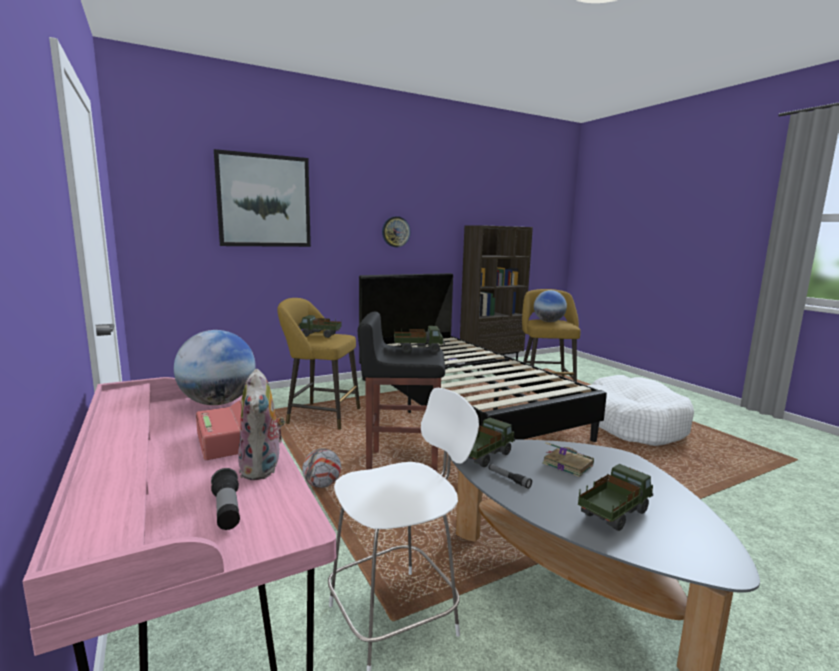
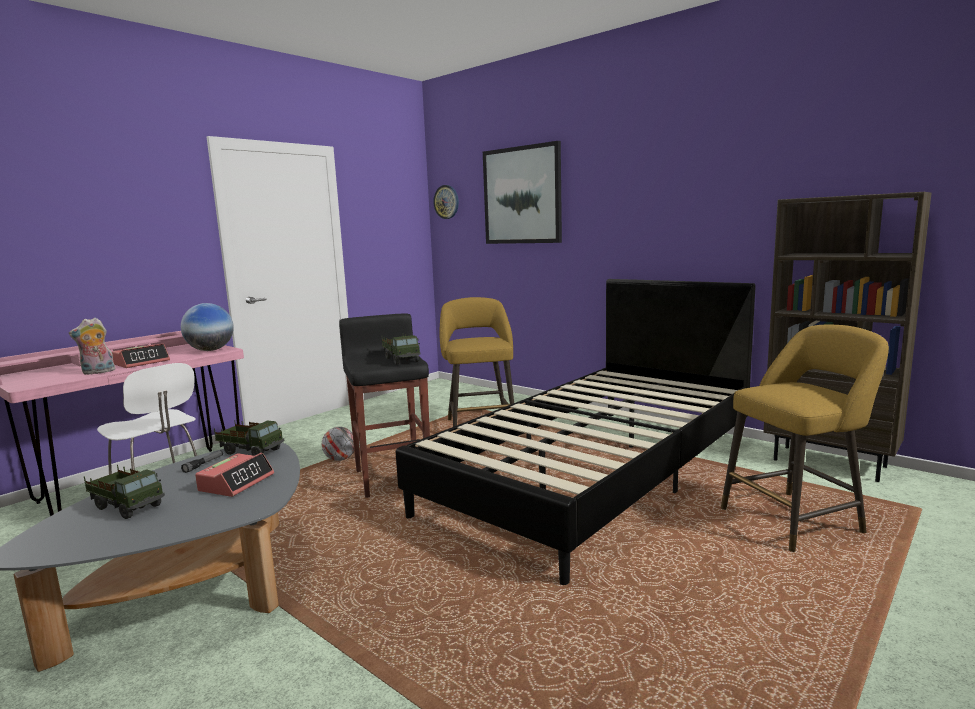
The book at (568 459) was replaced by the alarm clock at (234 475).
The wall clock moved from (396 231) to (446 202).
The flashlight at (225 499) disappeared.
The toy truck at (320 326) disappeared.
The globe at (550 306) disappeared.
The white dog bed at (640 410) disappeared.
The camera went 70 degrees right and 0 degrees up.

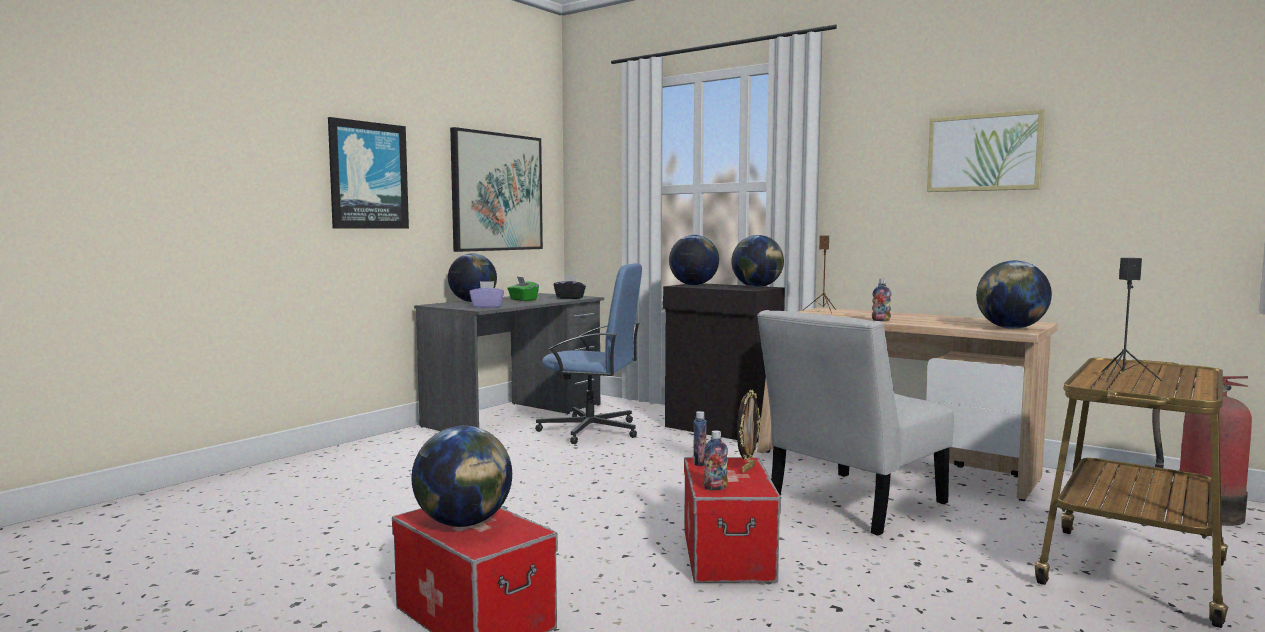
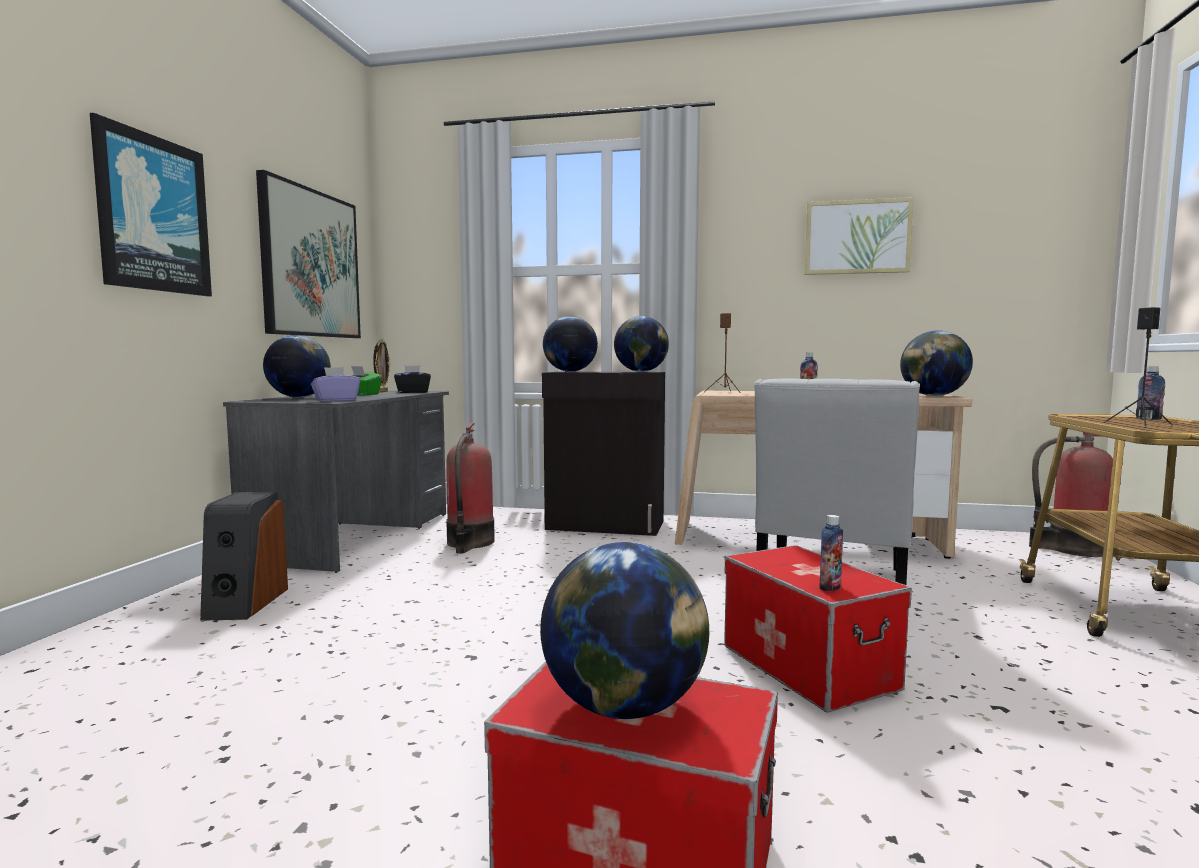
The speaker at (244 556) appeared.
The picture frame moved from (749 431) to (382 365).
The blue office chair at (588 353) was replaced by the fire extinguisher at (470 488).
The bottle moved from (700 438) to (1150 393).
The camera went 25 degrees left and 0 degrees up.

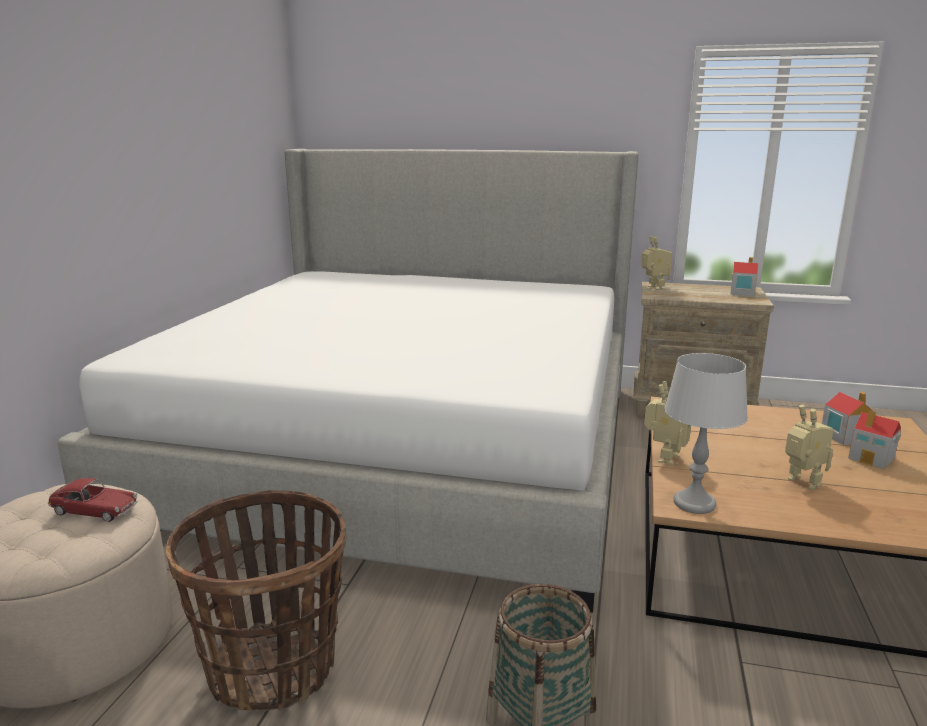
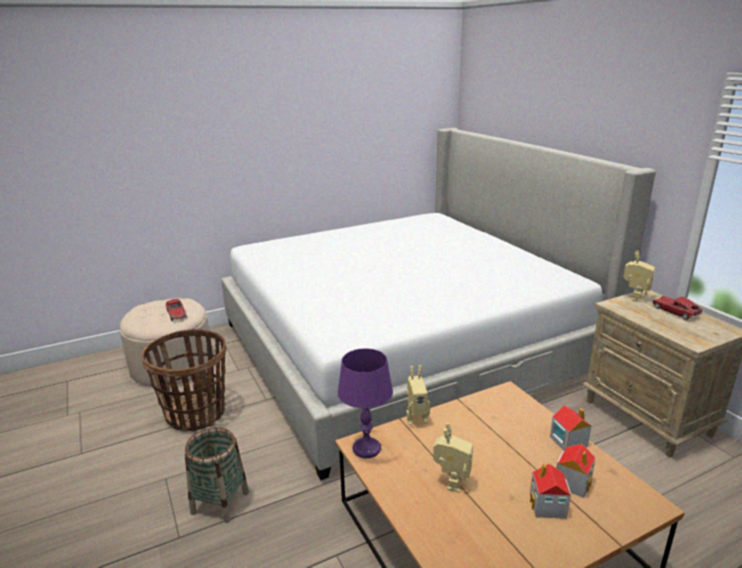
The grey table lamp at (706 433) became the purple table lamp at (365 403).
The toy house moved from (744 276) to (570 428).
The toy car at (677 308) appeared.
The camera went 50 degrees right and 5 degrees up.

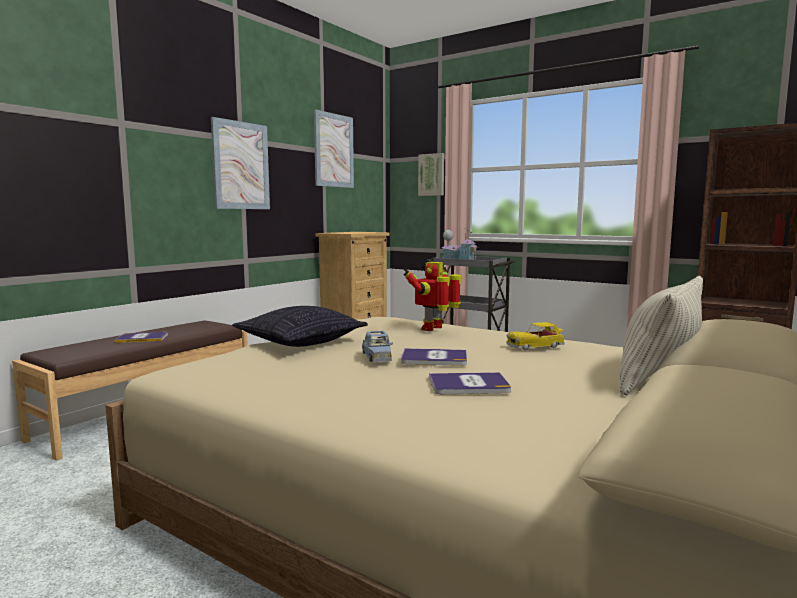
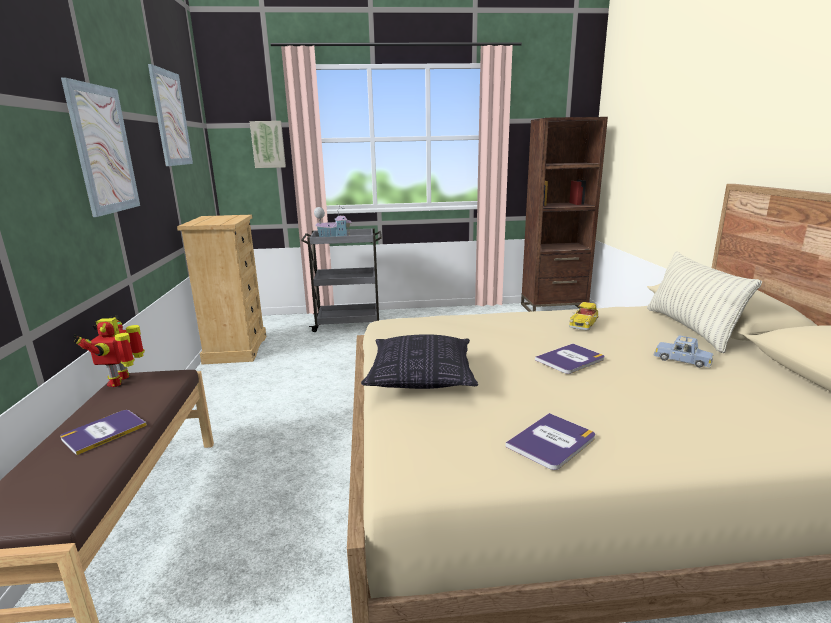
The toy robot moved from (432 296) to (109 351).
The book moved from (470 383) to (550 441).
The blue toy car moved from (377 346) to (683 351).
The camera went 40 degrees left and 10 degrees up.

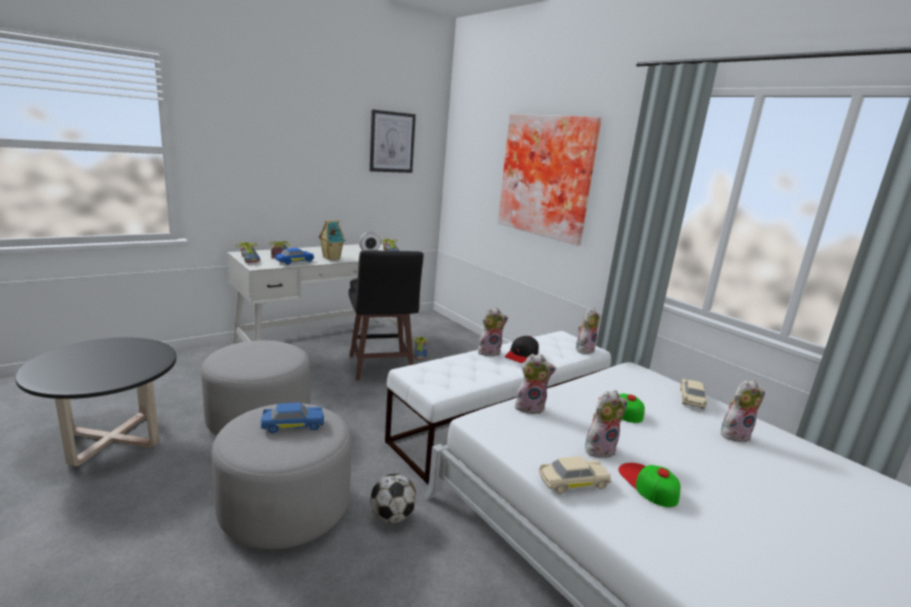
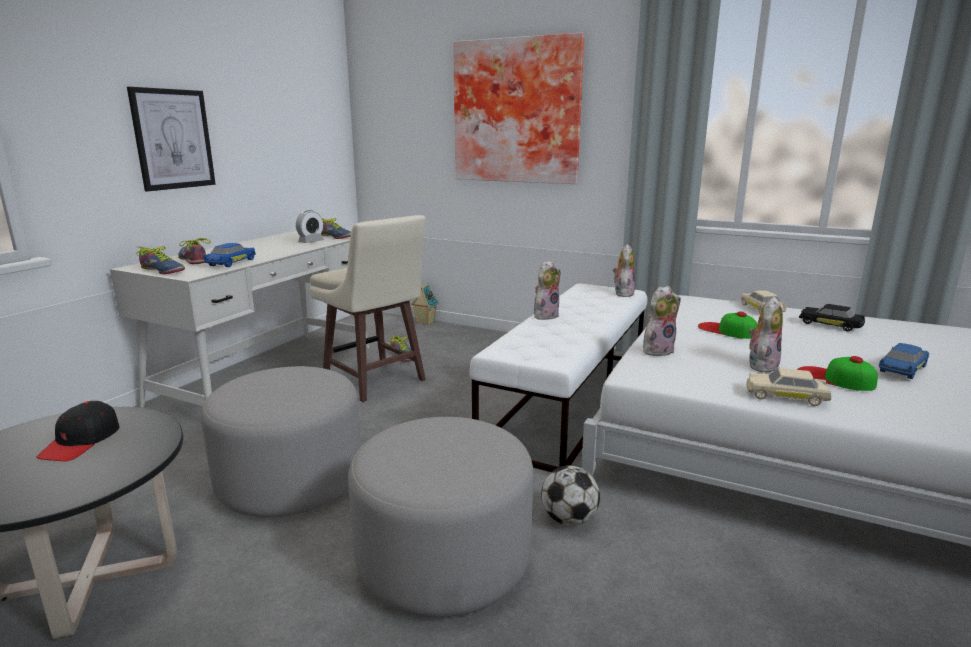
The black cap moved from (522 349) to (78 431).
The picture moved from (393 141) to (171 139).
The black stool at (386 315) became the beige stool at (368 308).
The toy house moved from (331 240) to (425 304).
The beige toy car at (575 475) turned 120 degrees counterclockwise.
The plush toy at (743 411) was replaced by the black toy car at (832 318).
The blue toy car moved from (292 418) to (904 361).
The camera went 25 degrees left and 0 degrees up.

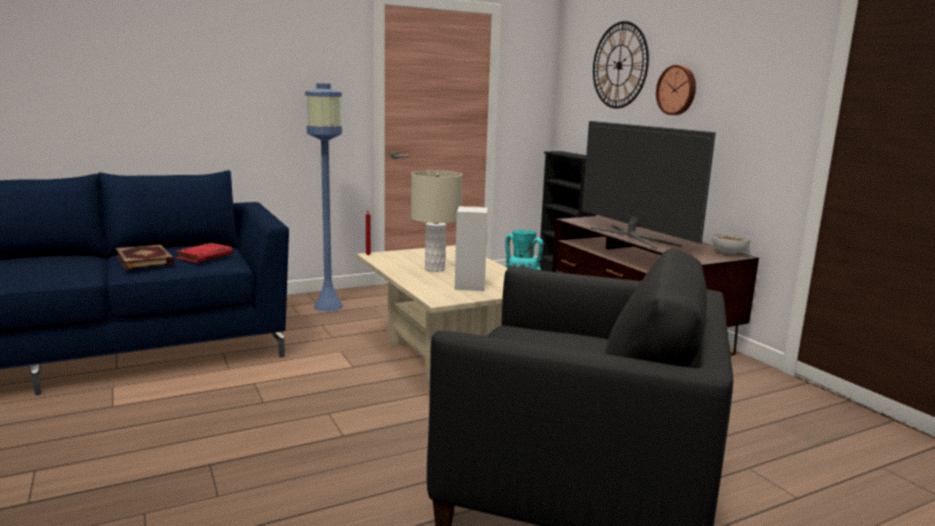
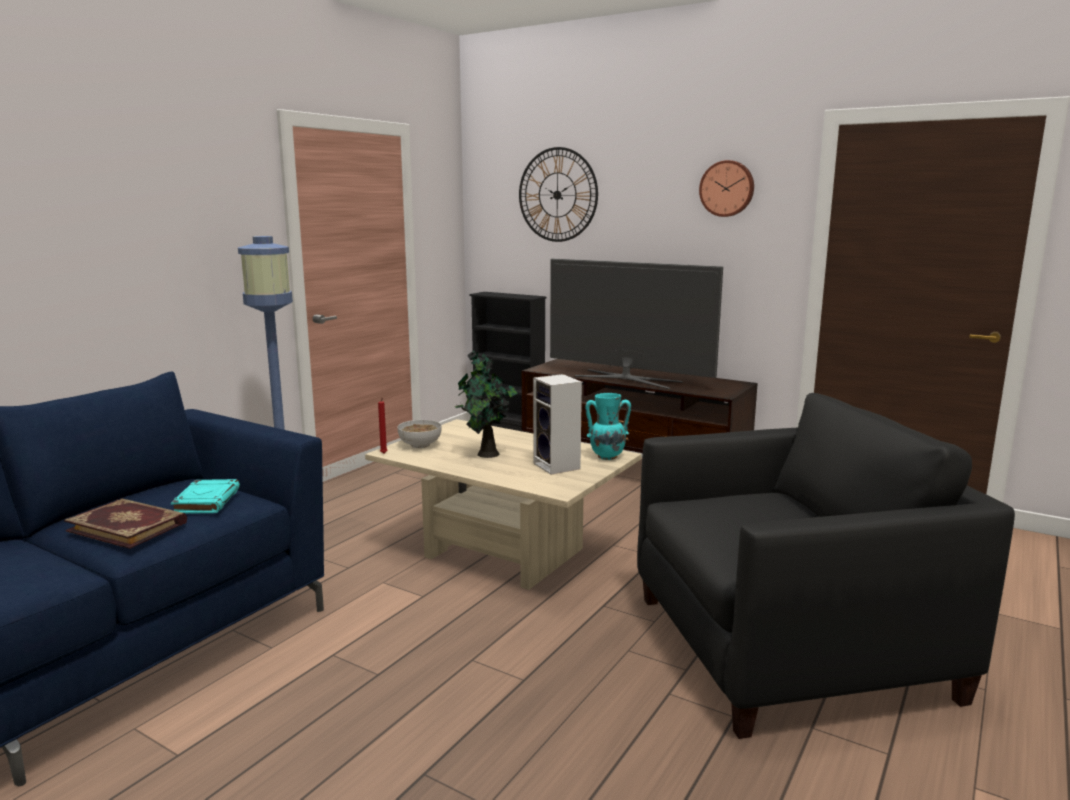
The red book at (204 253) became the turquoise book at (205 496).
The bowl moved from (731 244) to (419 434).
The beige table lamp at (437 221) was replaced by the potted plant at (486 404).
The wall clock moved from (676 90) to (726 188).
The camera went 30 degrees left and 0 degrees up.

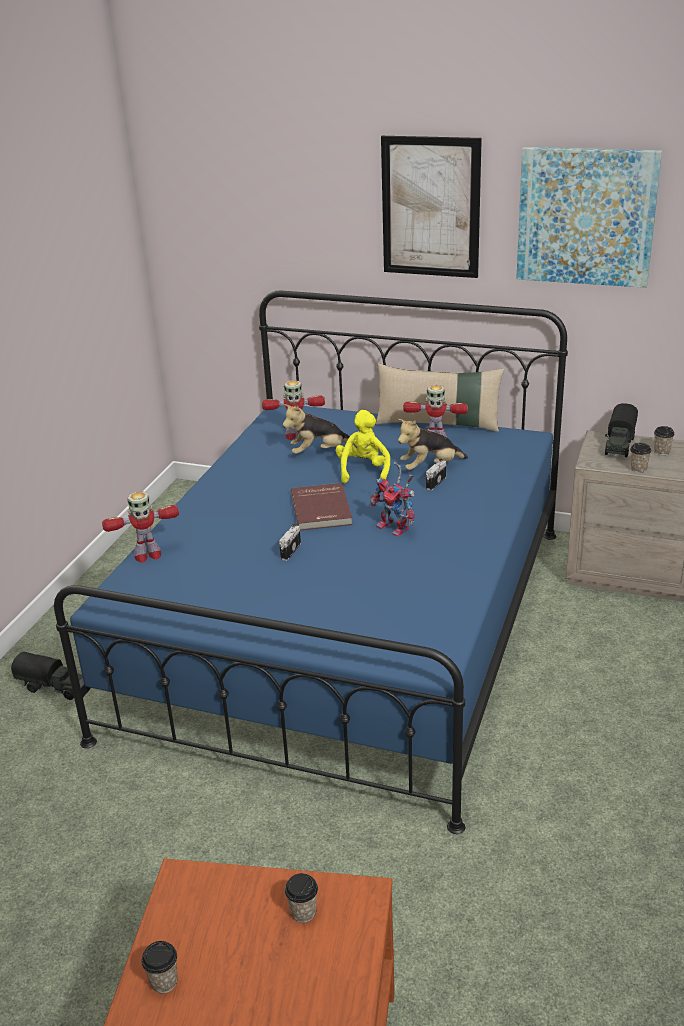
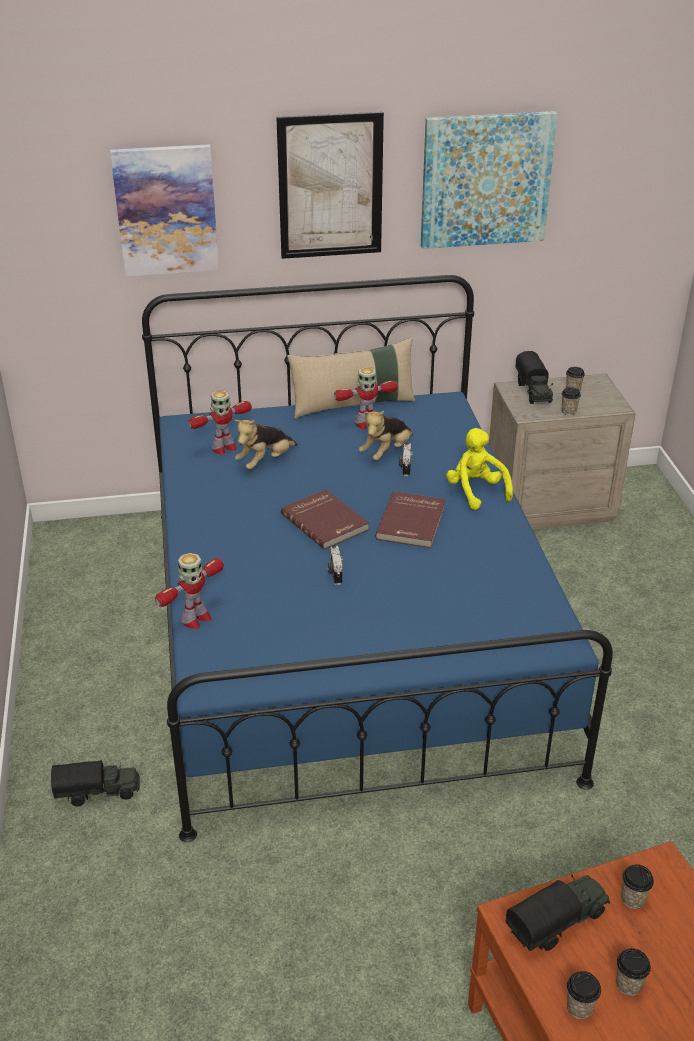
The picture at (164 210) appeared.
The toy robot at (392 499) was replaced by the red book at (410 519).
The yellow plush toy moved from (363 446) to (479 469).
The toy truck at (557 912) appeared.
The cup at (633 972) appeared.
The camera went 30 degrees left and 5 degrees up.

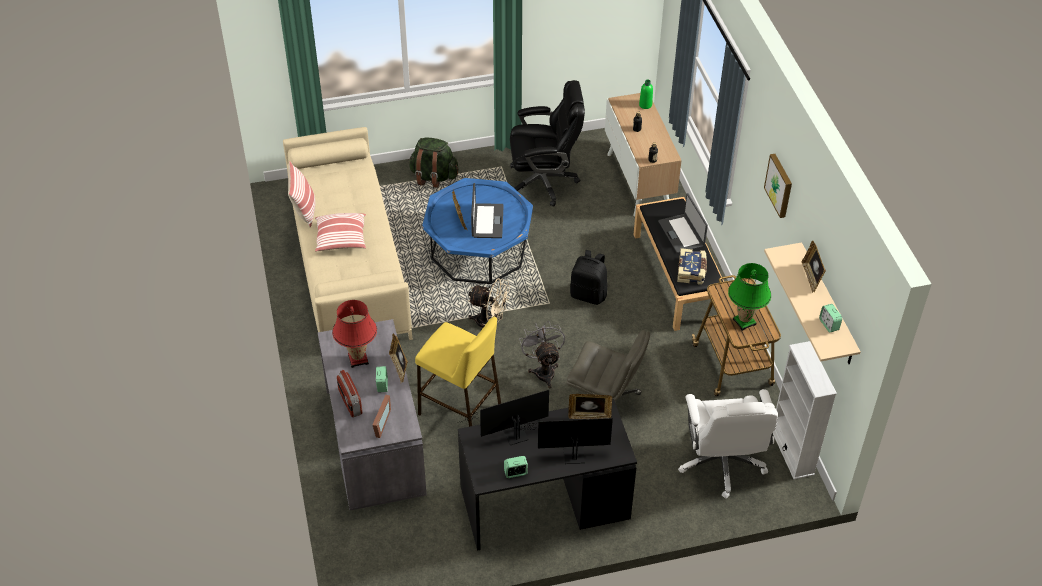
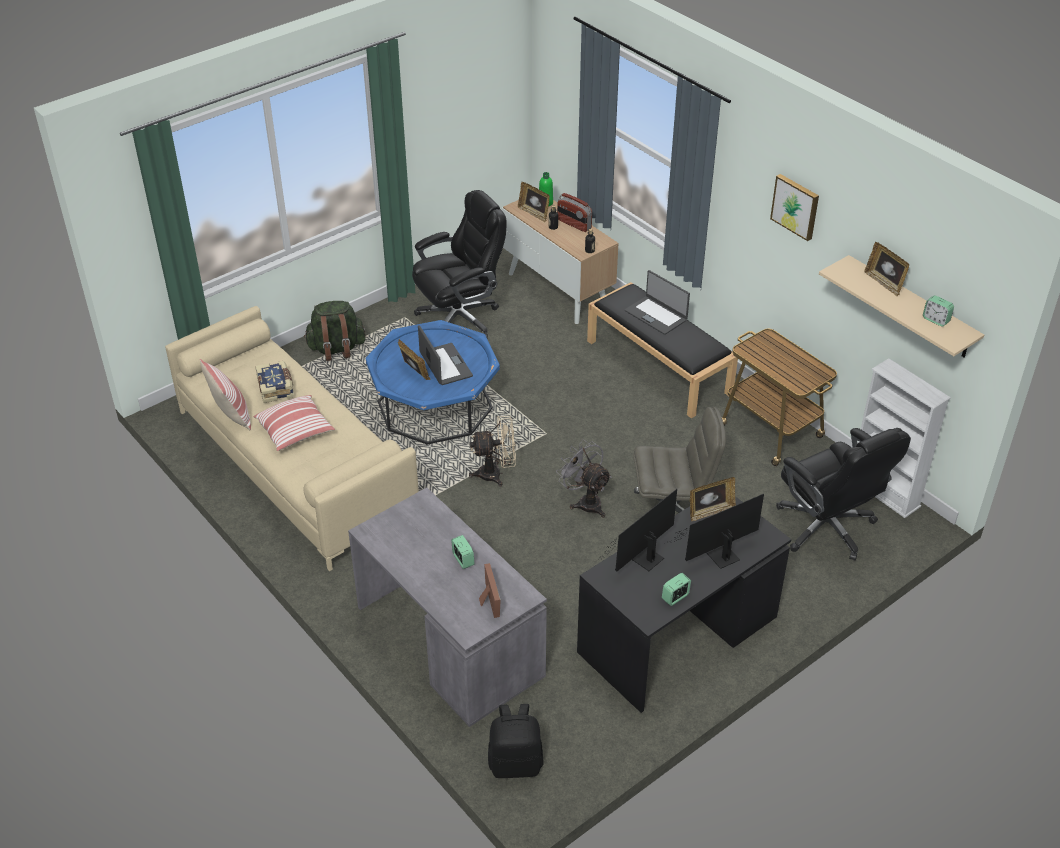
The book moved from (692 266) to (274 382).
The black backpack moved from (588 277) to (516 741).
The picture frame moved from (398 358) to (534 202).
The radio moved from (349 393) to (574 212).
The white office chair at (728 444) became the black office chair at (843 494).
The red table lamp at (354 334) disappeared.
The yellow stool at (458 372) disappeared.
The green table lamp at (749 297) disappeared.
The camera went 25 degrees left and 5 degrees down.

